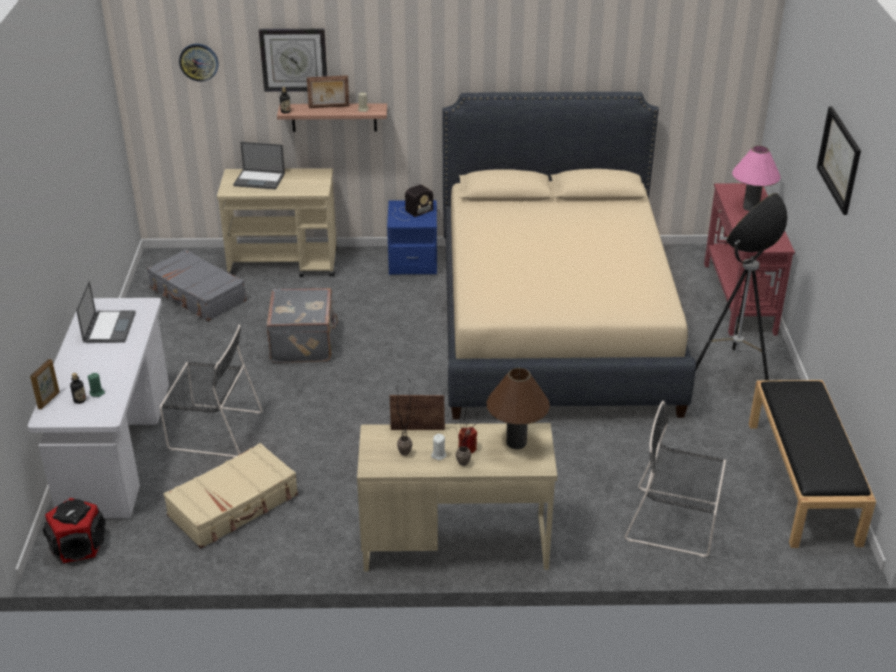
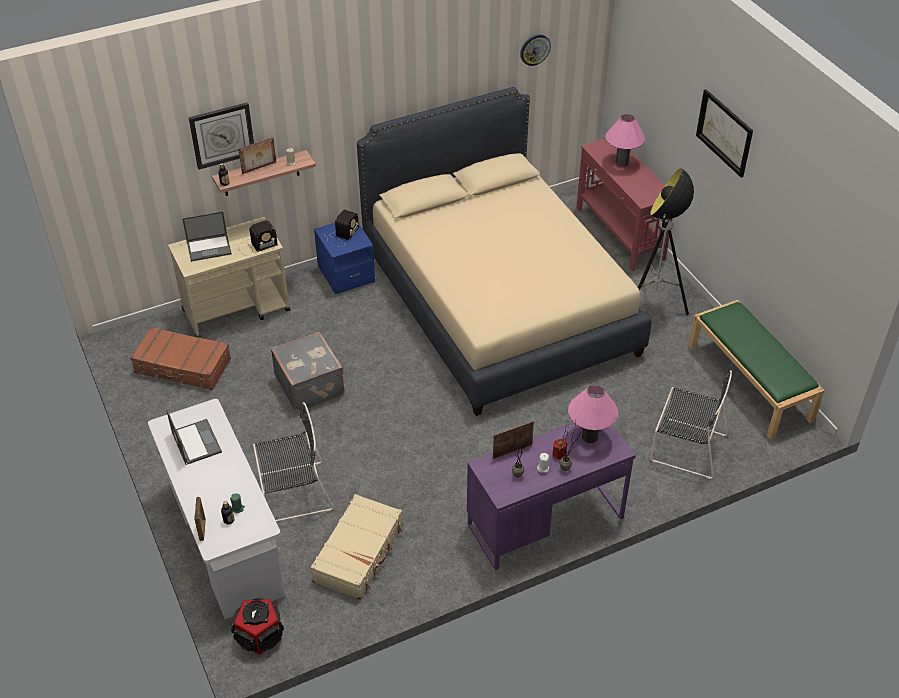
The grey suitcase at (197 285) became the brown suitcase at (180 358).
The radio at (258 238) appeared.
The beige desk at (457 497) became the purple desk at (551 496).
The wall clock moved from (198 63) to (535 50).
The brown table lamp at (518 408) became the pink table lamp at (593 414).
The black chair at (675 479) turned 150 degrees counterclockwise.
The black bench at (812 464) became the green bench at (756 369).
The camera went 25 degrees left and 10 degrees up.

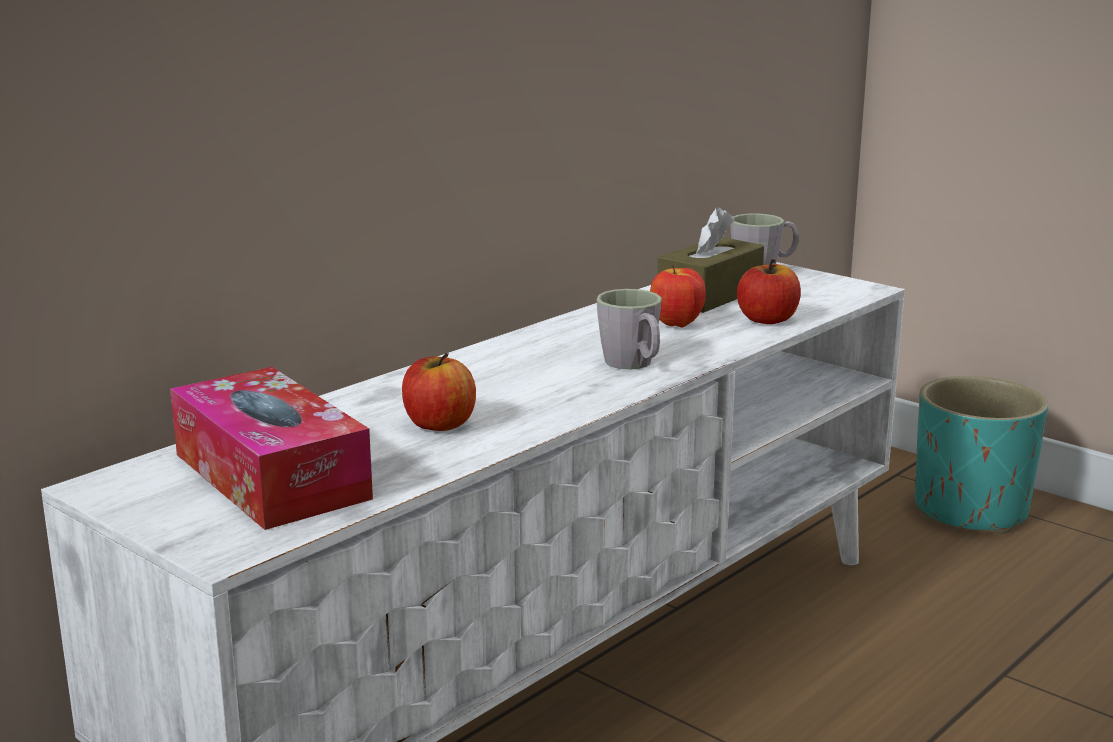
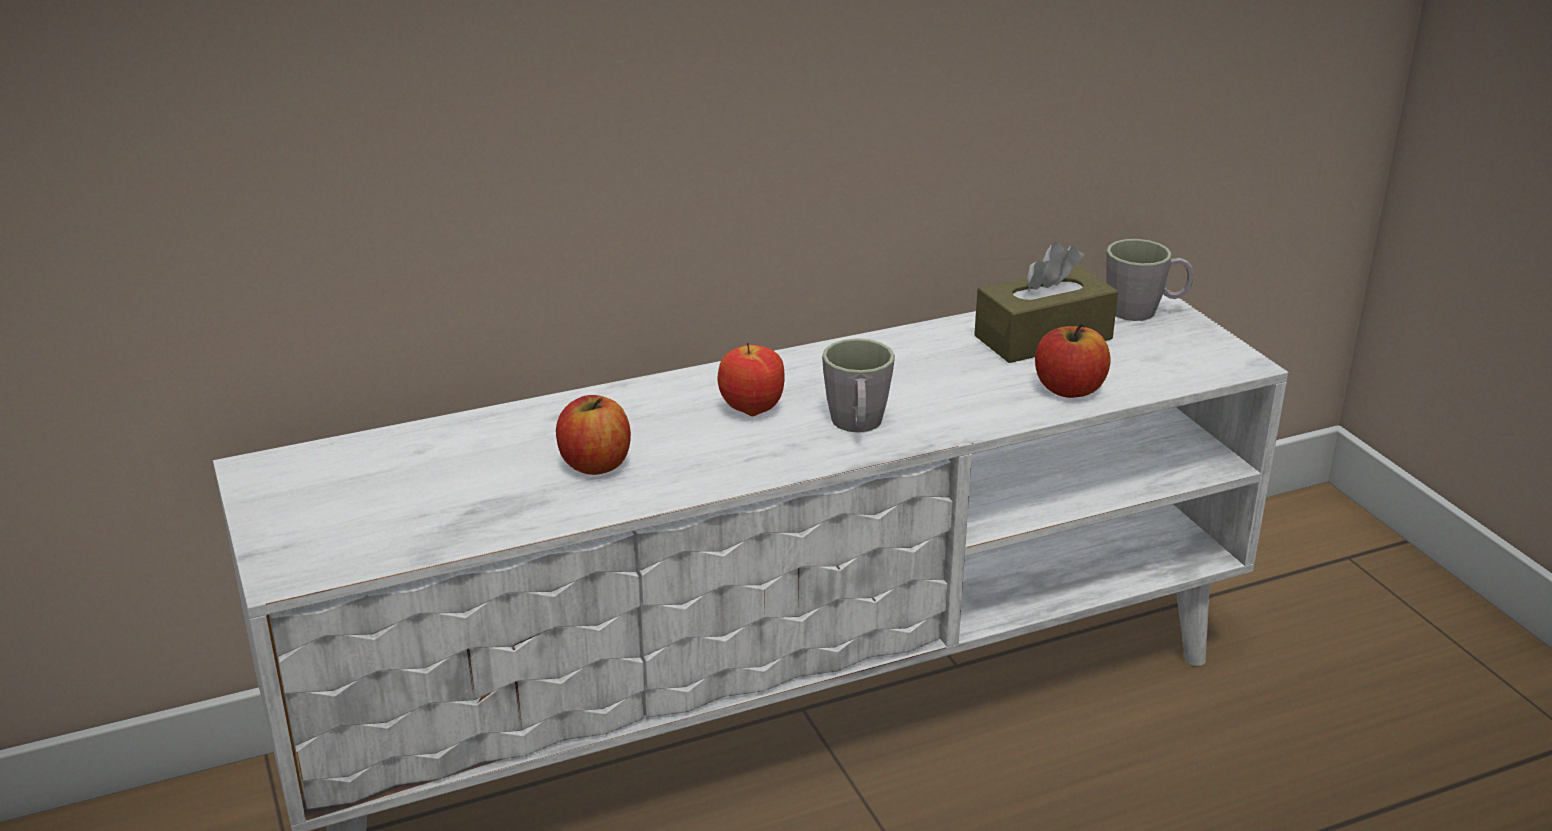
The apple moved from (678 296) to (750 379).
The tissue box at (271 448) disappeared.
The turquoise planter at (981 455) disappeared.
The camera went 25 degrees right and 10 degrees up.

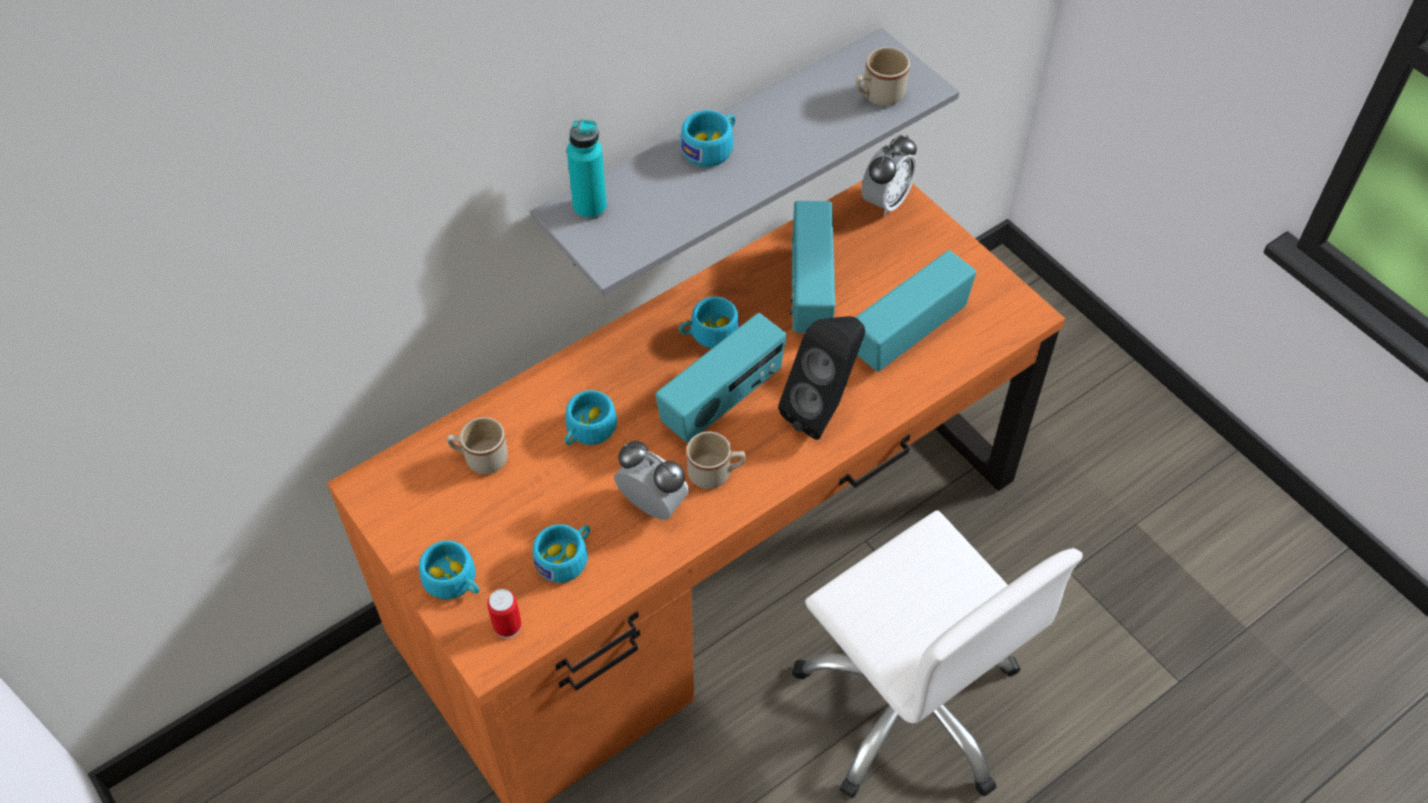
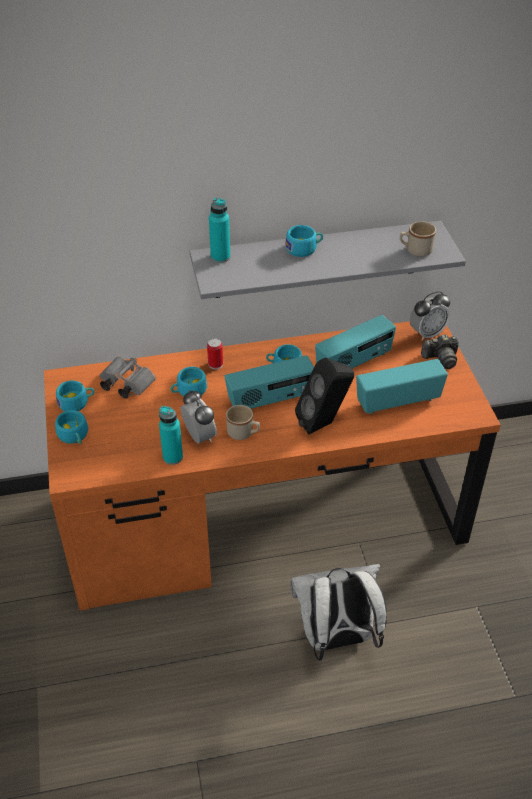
The turquoise cup moved from (561 553) to (75 395).
The beige mug at (477 445) was replaced by the grey binoculars at (128 377).
The turquoise bottle at (171 435) appeared.
The can moved from (504 613) to (215 354).
The white office chair at (937 654) was replaced by the white backpack at (338 612).
The radio at (812 267) turned 150 degrees counterclockwise.
The photo camera at (440 351) appeared.
The camera went 25 degrees right and 10 degrees down.

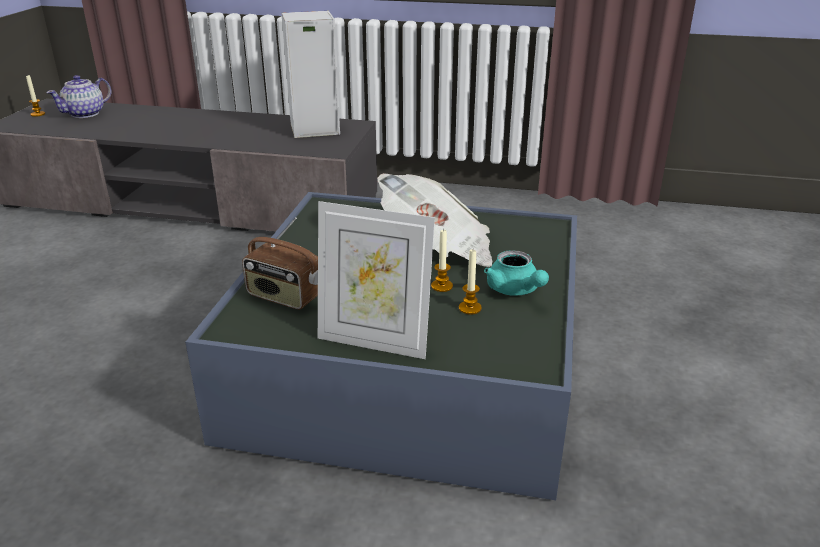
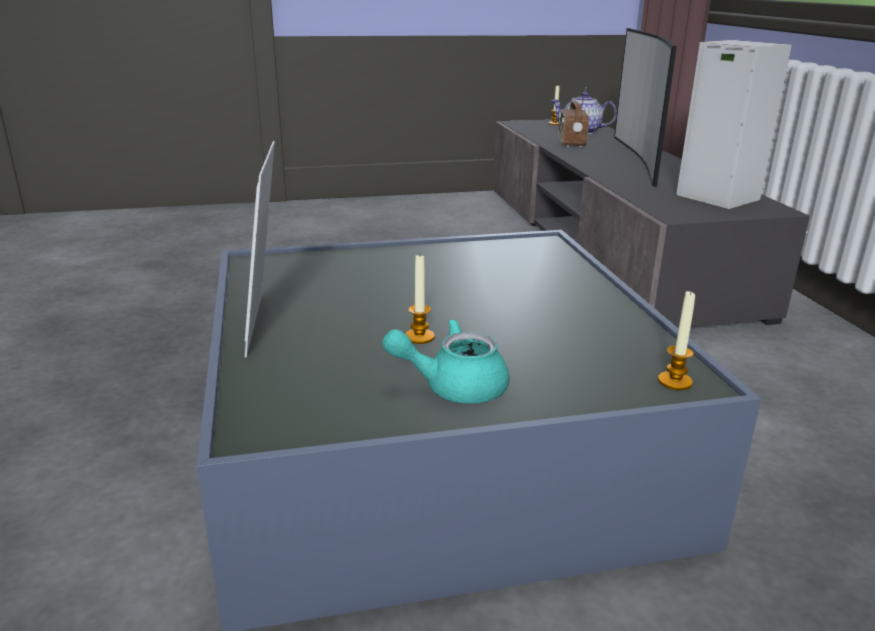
The turquoise teapot at (516 273) turned 45 degrees clockwise.
The radio moved from (280 263) to (573 117).
The television at (645 107) appeared.
The candle moved from (470 282) to (676 340).
The newspaper at (434 220) disappeared.
The camera went 65 degrees right and 5 degrees down.

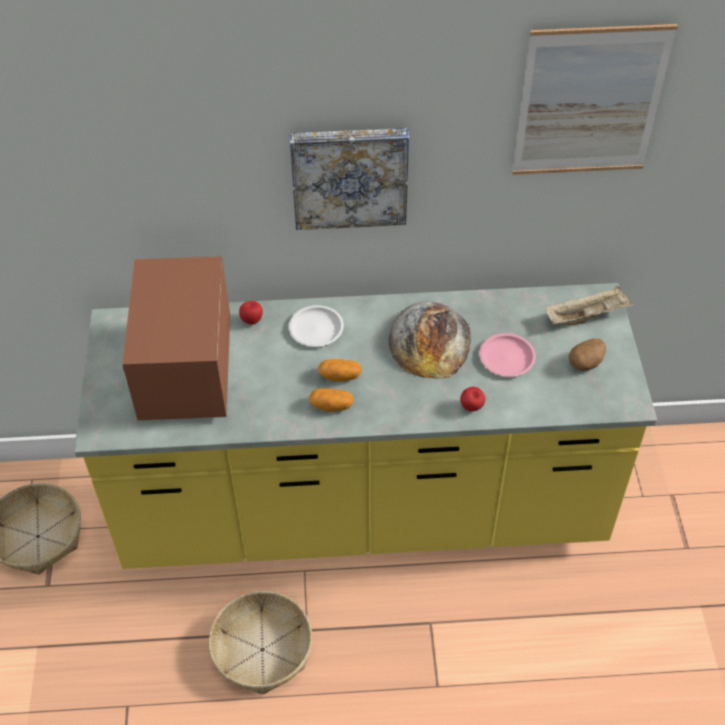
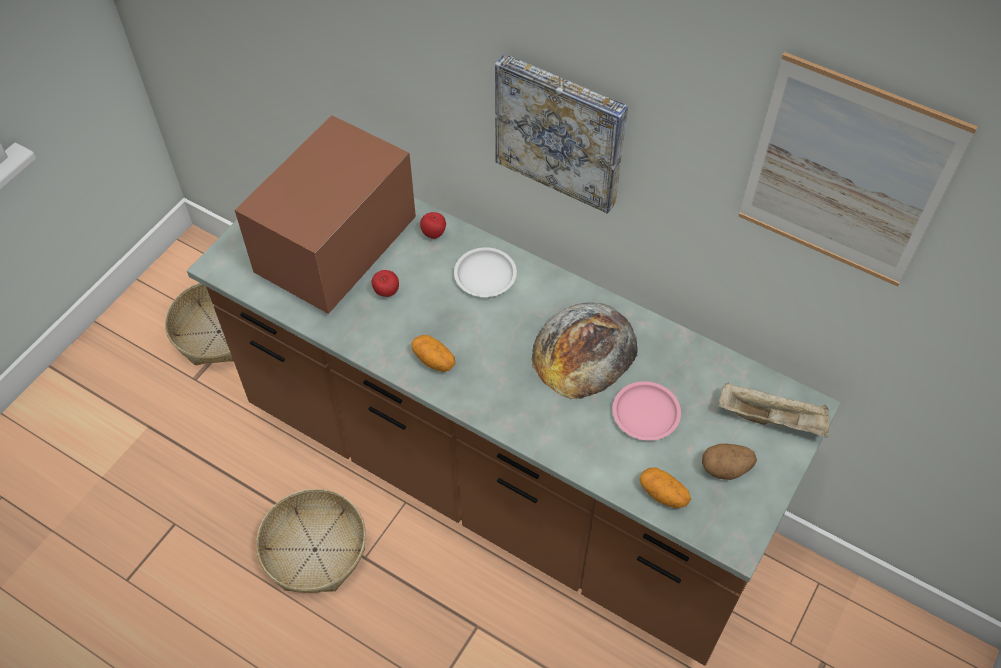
The yellow counter at (365 426) became the brown counter at (514 431).
The apple moved from (472 399) to (385 283).
The potato moved from (340 370) to (665 488).
The camera went 35 degrees right and 5 degrees up.

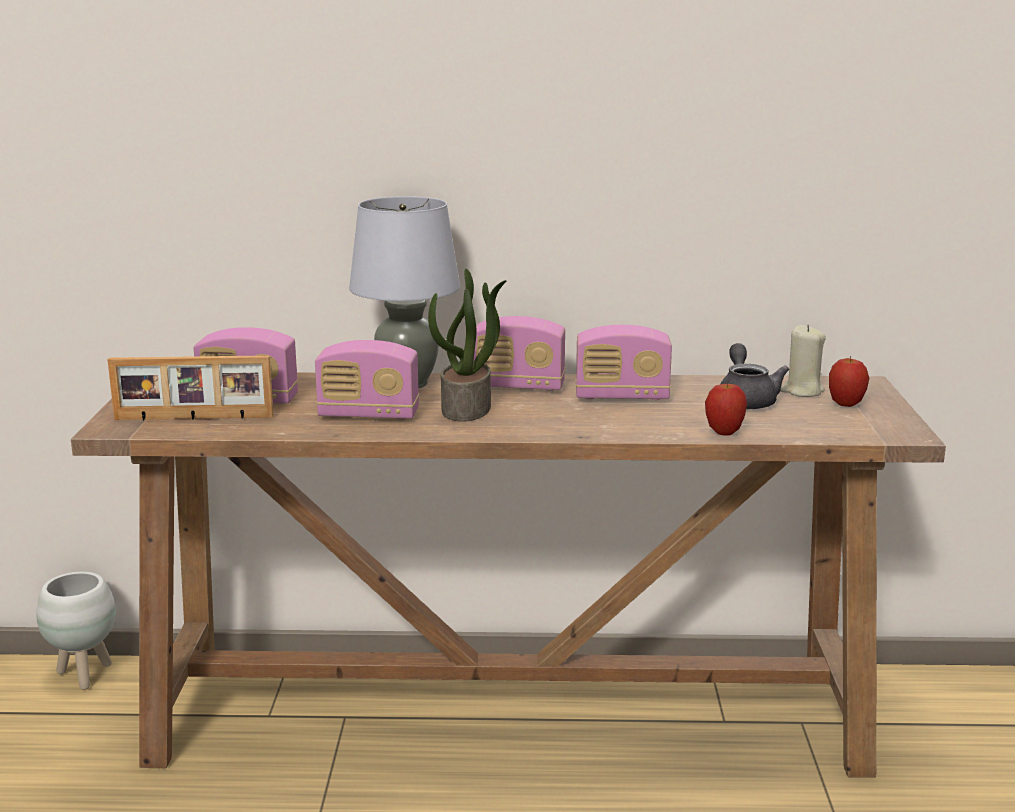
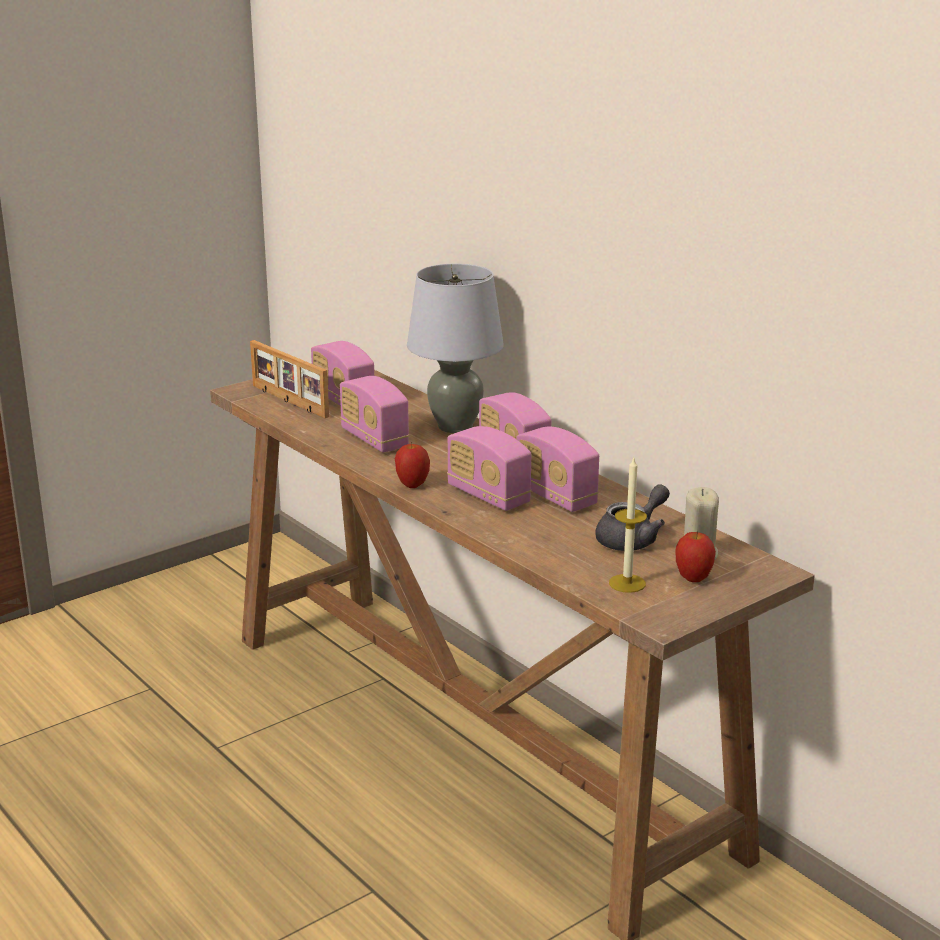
The apple moved from (726 408) to (412 466).
The radio at (489 468) appeared.
The candle at (628 525) appeared.
The white planter at (76 631) disappeared.
The potted plant at (467 345) disappeared.
The camera went 50 degrees right and 5 degrees up.

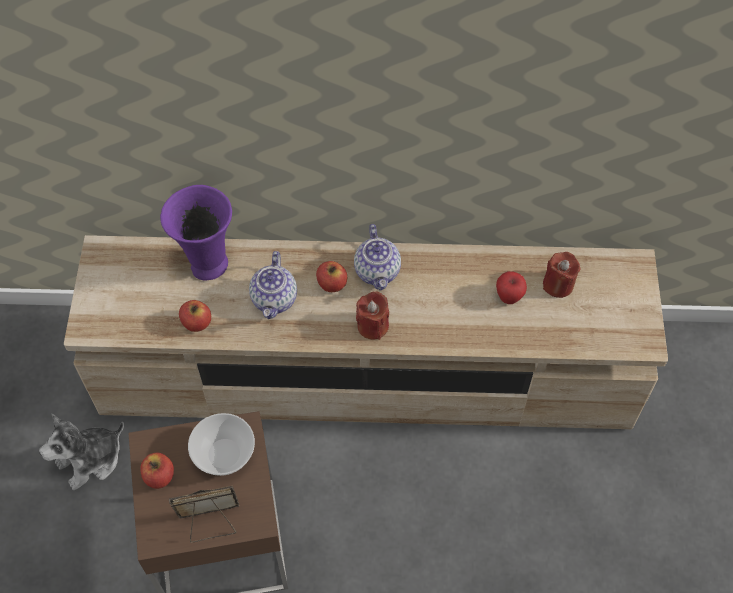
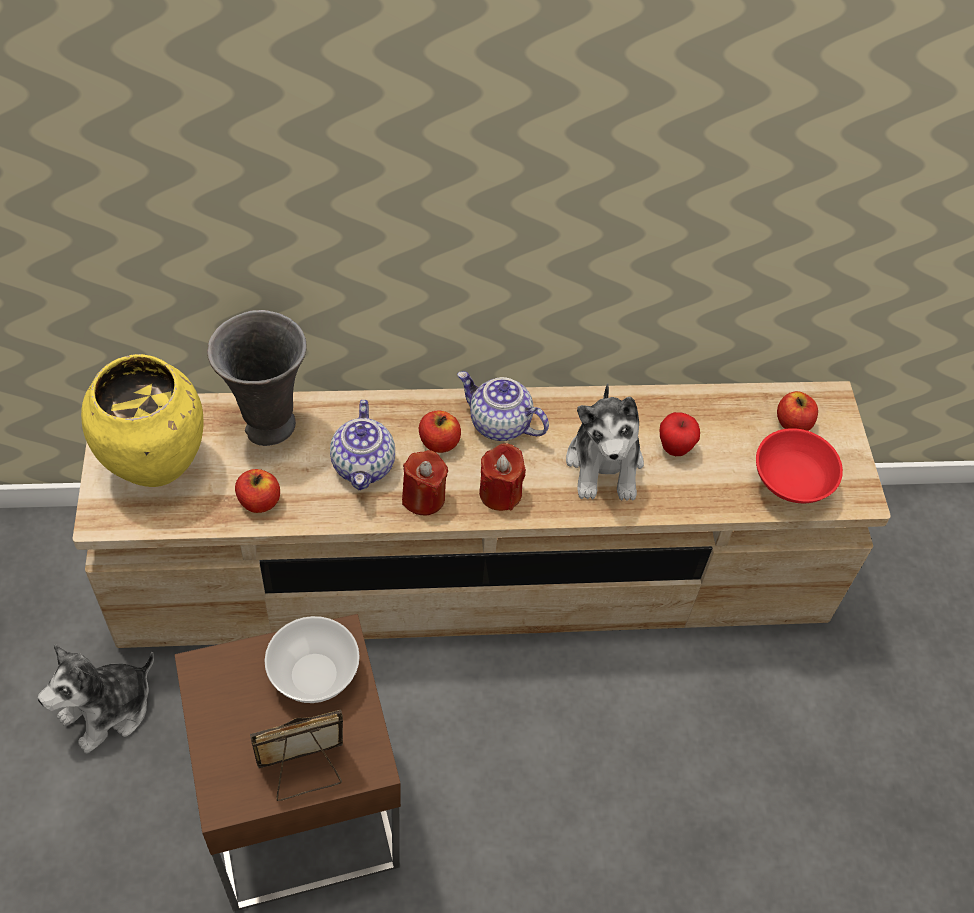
The yellow vase at (142 420) appeared.
The purple vase at (196 232) became the grey vase at (257 378).
The red candle moved from (562 275) to (425 483).
The teapot at (377 257) turned 135 degrees clockwise.
The plush toy at (605 442) appeared.
The red bowl at (799 465) appeared.
The apple moved from (157 471) to (797 411).
The camera went 10 degrees left and 5 degrees down.

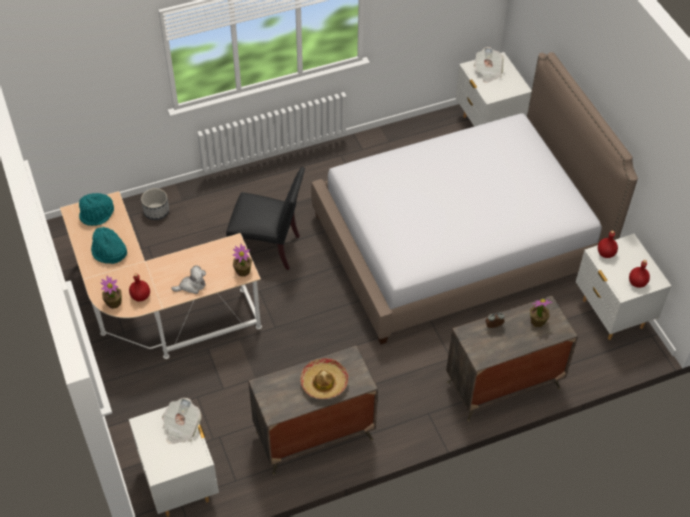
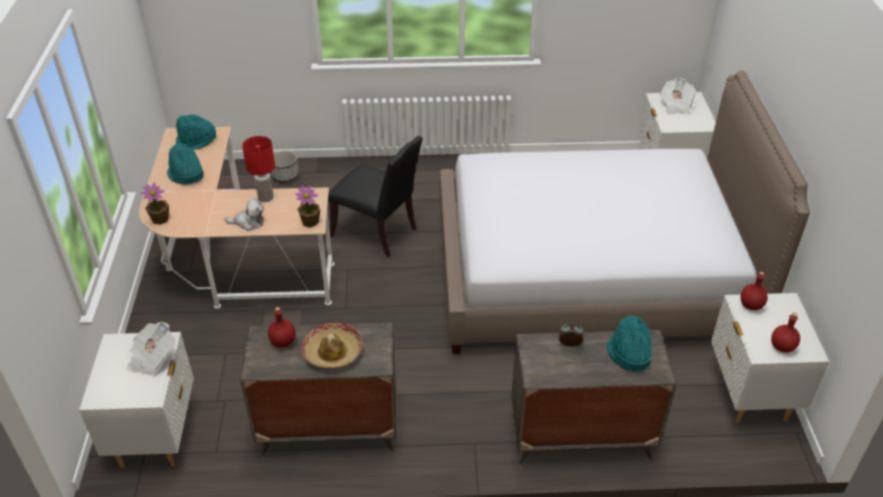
The red table lamp at (258 169) appeared.
The red bottle moved from (139 287) to (282 327).
The potted plant at (541 313) was replaced by the turquoise hat at (629 343).
The camera went 20 degrees right and 10 degrees down.

